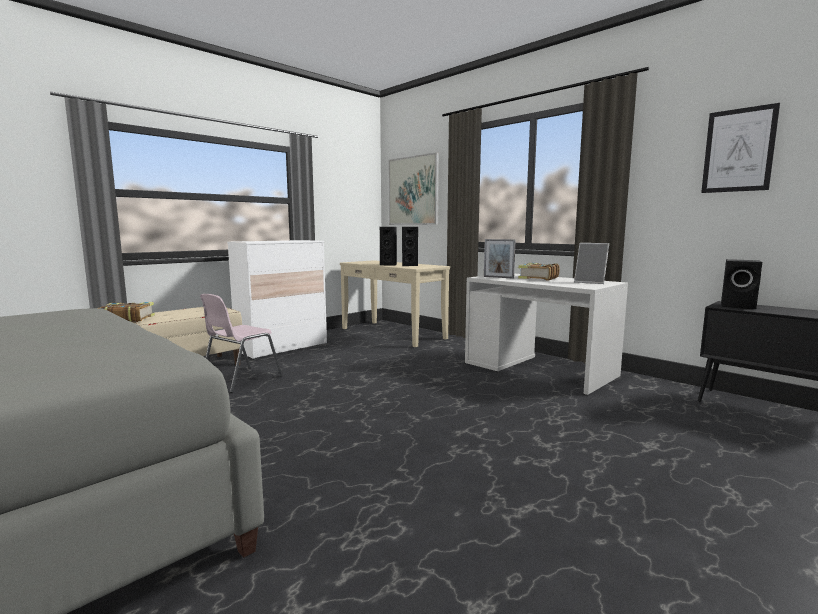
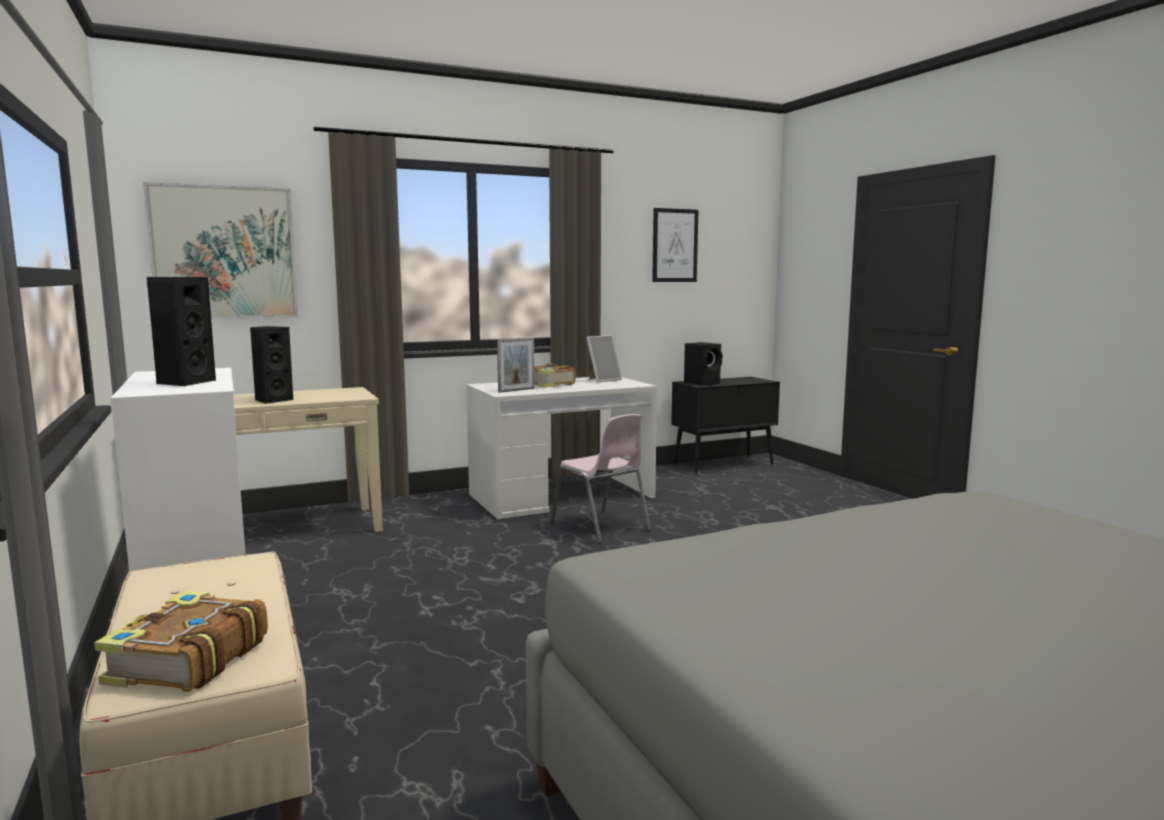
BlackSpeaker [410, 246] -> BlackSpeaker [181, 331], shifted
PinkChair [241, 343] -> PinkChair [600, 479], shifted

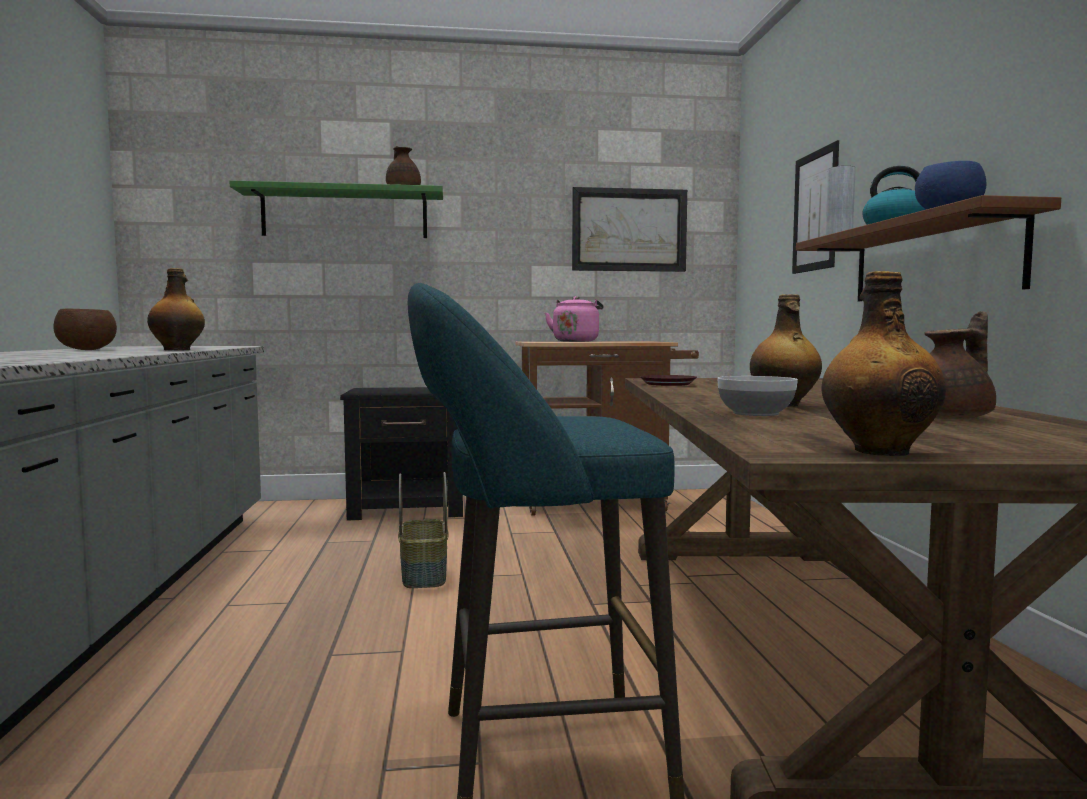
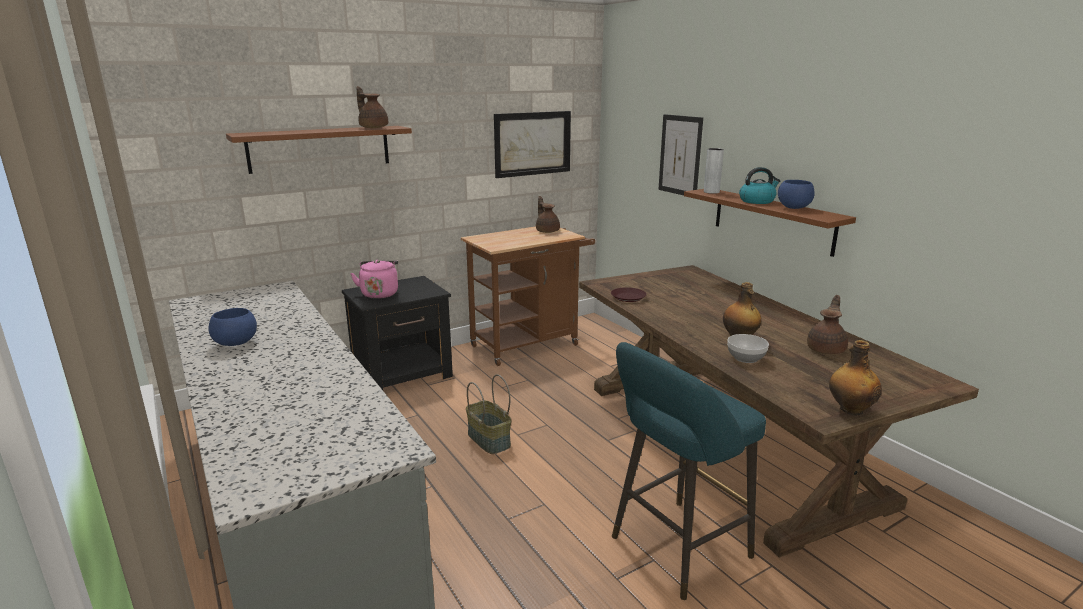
BrownBowl [85, 329] -> BlueBowl [232, 327]
GreenShelf [336, 209] -> BrownShelf [319, 150]
PinkKettle [574, 319] -> PinkKettle [374, 279], shifted
none -> BrownTeapot [548, 214]
Bottle [176, 309] -> none

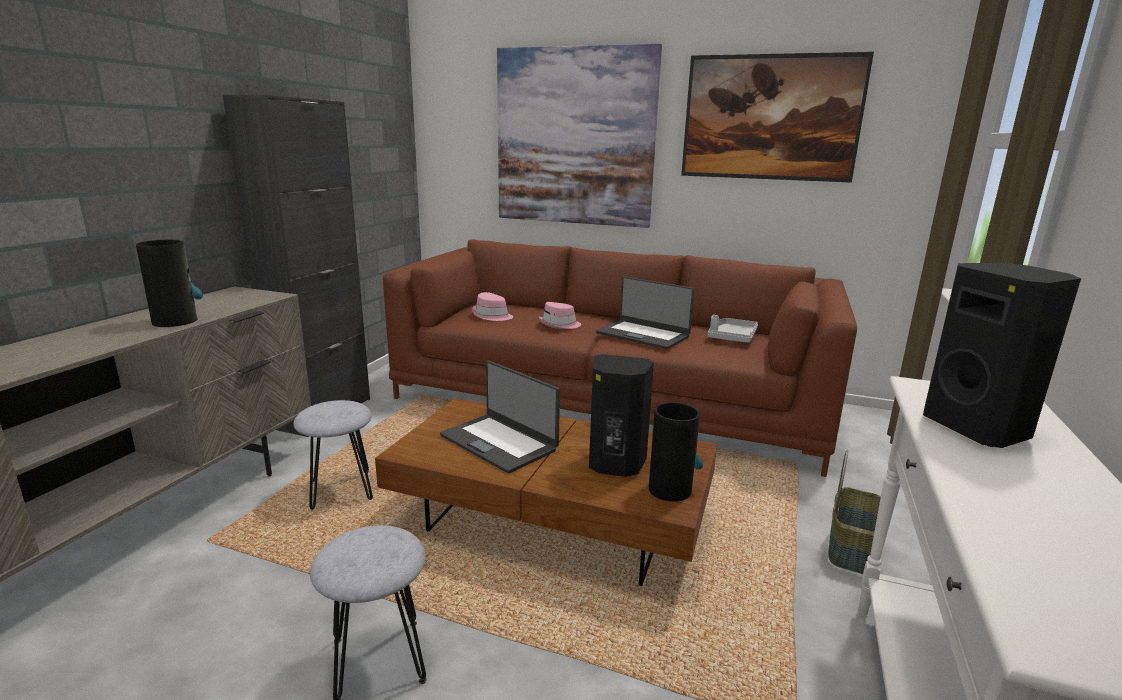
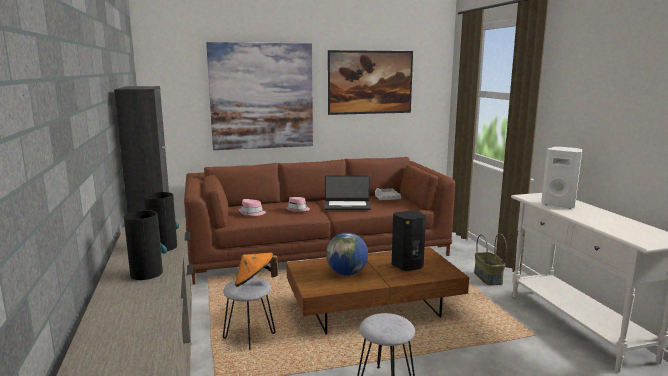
Vase [676, 452] -> Vase [145, 245], shifted
none -> OrangeHat [256, 270]
Laptop [500, 416] -> Globe [347, 254]
BlackSpeaker [1002, 355] -> WhiteSpeaker [561, 178]

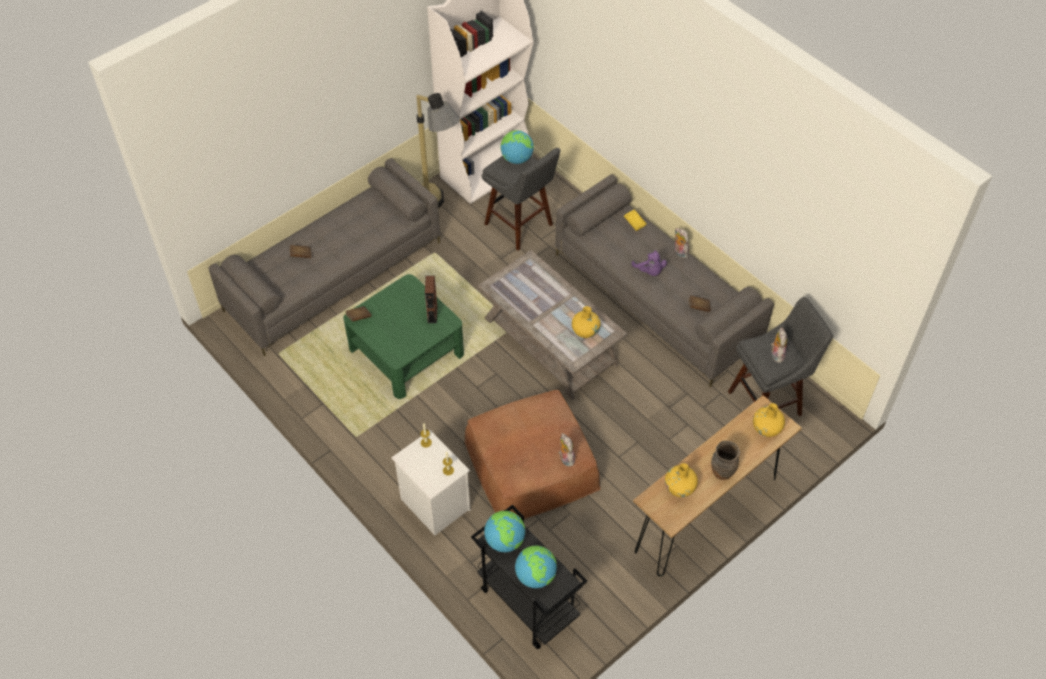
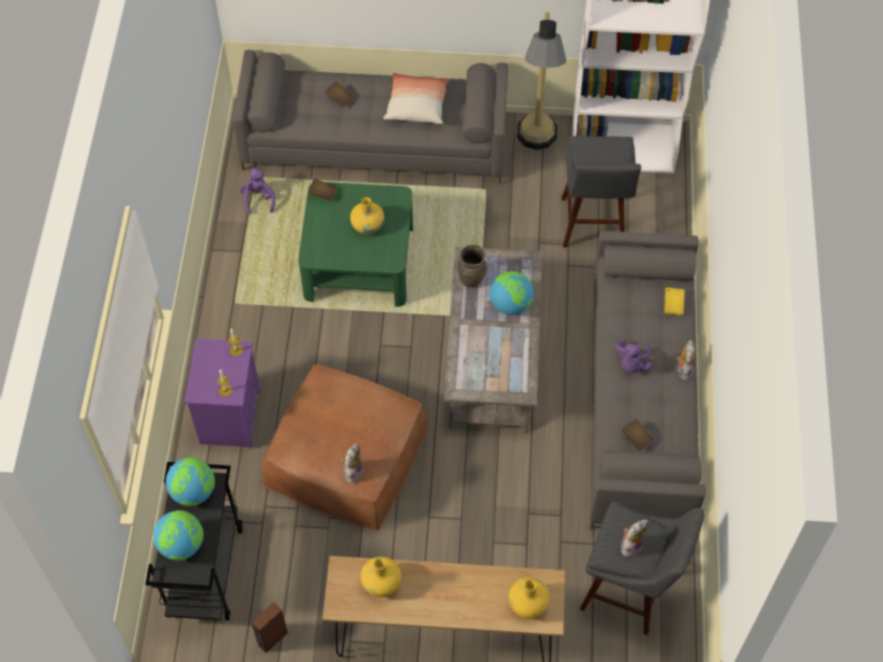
WhiteNightstand [430, 483] -> PurpleNightstand [222, 394]
none -> PurplePlushToy [257, 190]
BrownSpeaker [431, 299] -> BrownSpeaker [269, 628], shifted
YellowVase [586, 322] -> YellowVase [367, 216], shifted
none -> Pillow [416, 98]
BrownVase [725, 460] -> BrownVase [472, 266], shifted
Globe [517, 147] -> Globe [511, 293], shifted

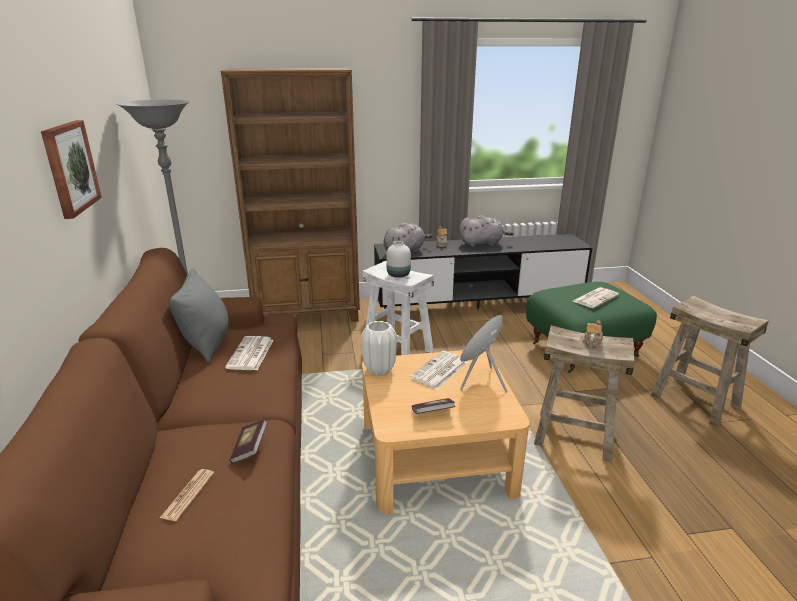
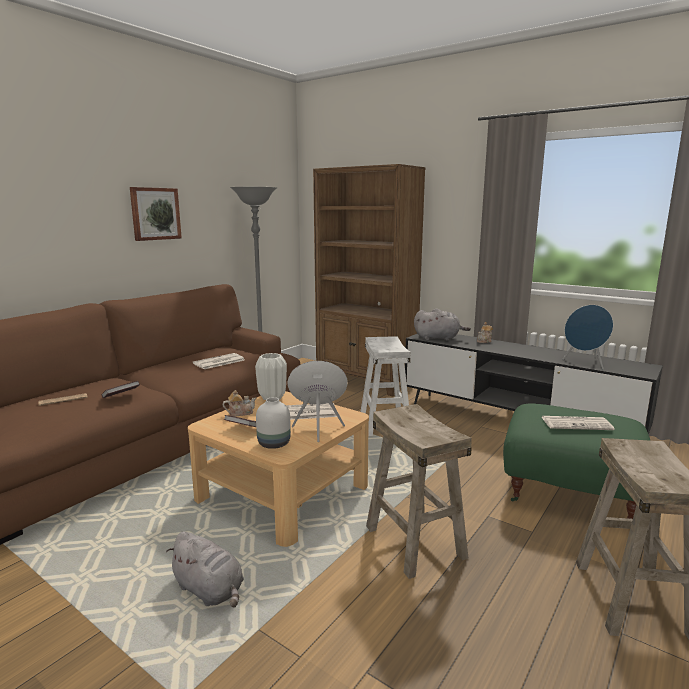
GreyPlushToy [486, 231] -> GreyPlushToy [205, 569], shifted
Teapot [592, 334] -> Teapot [239, 403], shifted
WhiteVase [398, 259] -> WhiteVase [273, 423], shifted
none -> BlueSpeaker [587, 337]
GreyPillow [199, 316] -> none

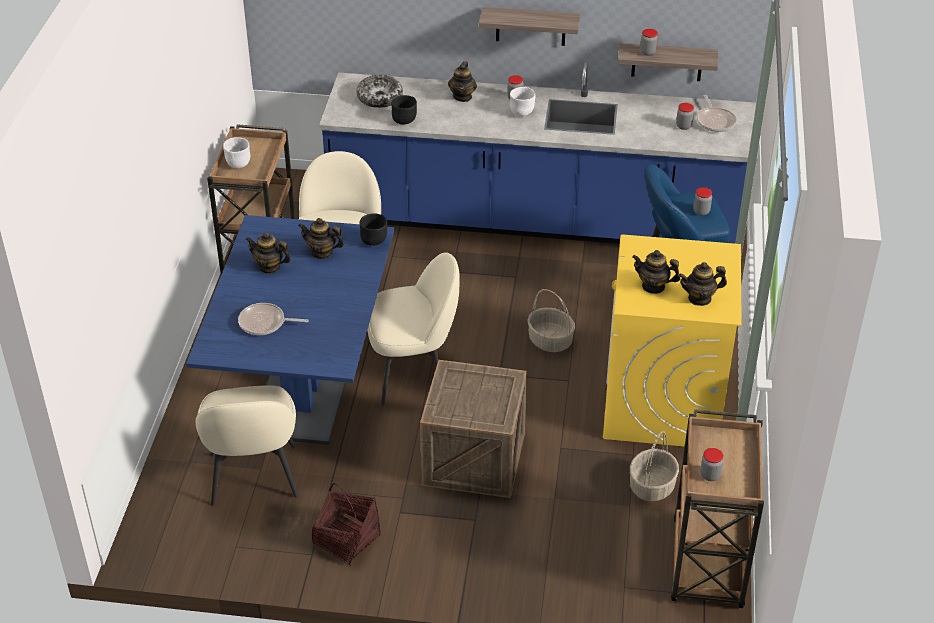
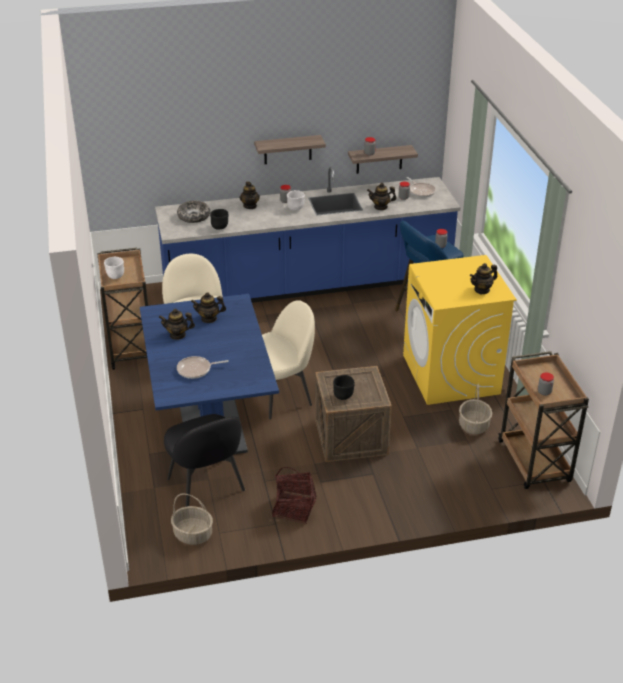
BeigeChair [247, 445] -> BlackChair [204, 460]
Basket [551, 320] -> Basket [192, 519], shifted
BlackBowl [373, 230] -> BlackBowl [344, 387], shifted
Teapot [656, 272] -> Teapot [381, 196], shifted

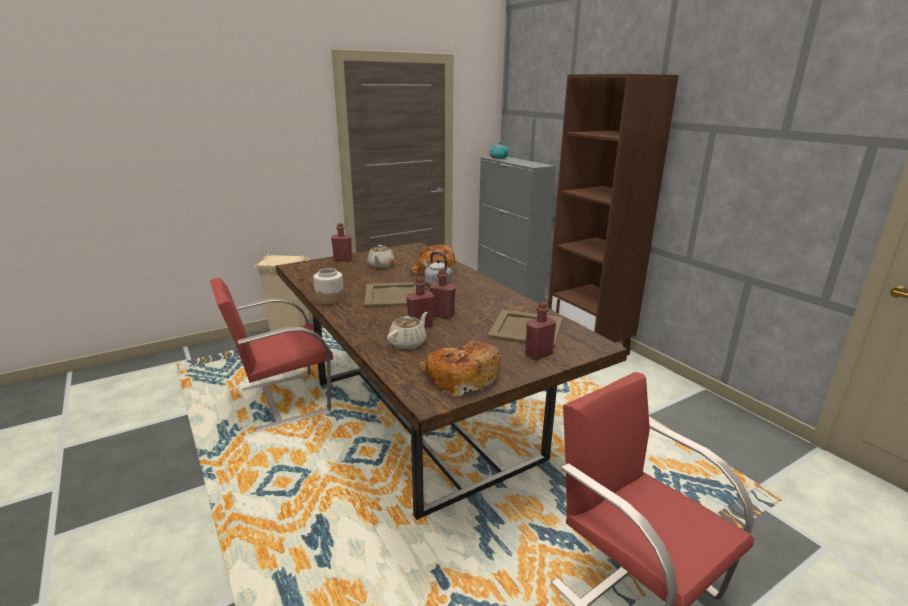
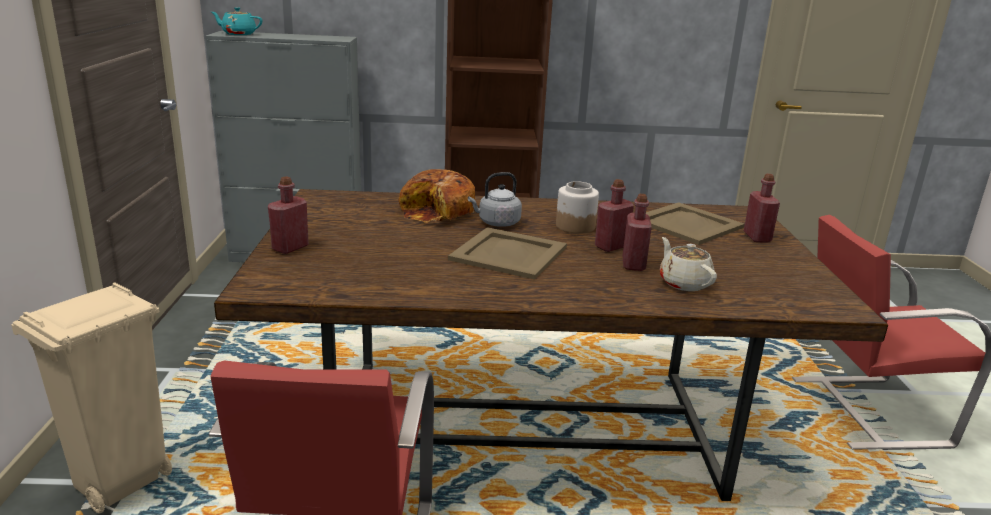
Jar [328, 286] -> Jar [577, 207], shifted
BeigeTeapot [381, 256] -> none
Bread [460, 368] -> none

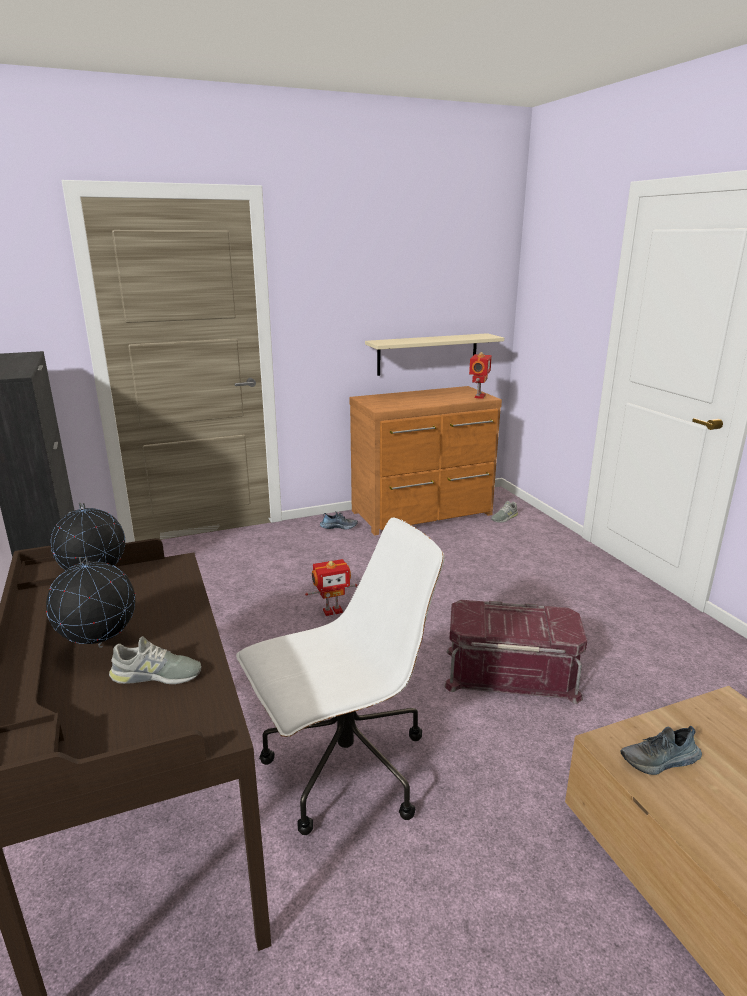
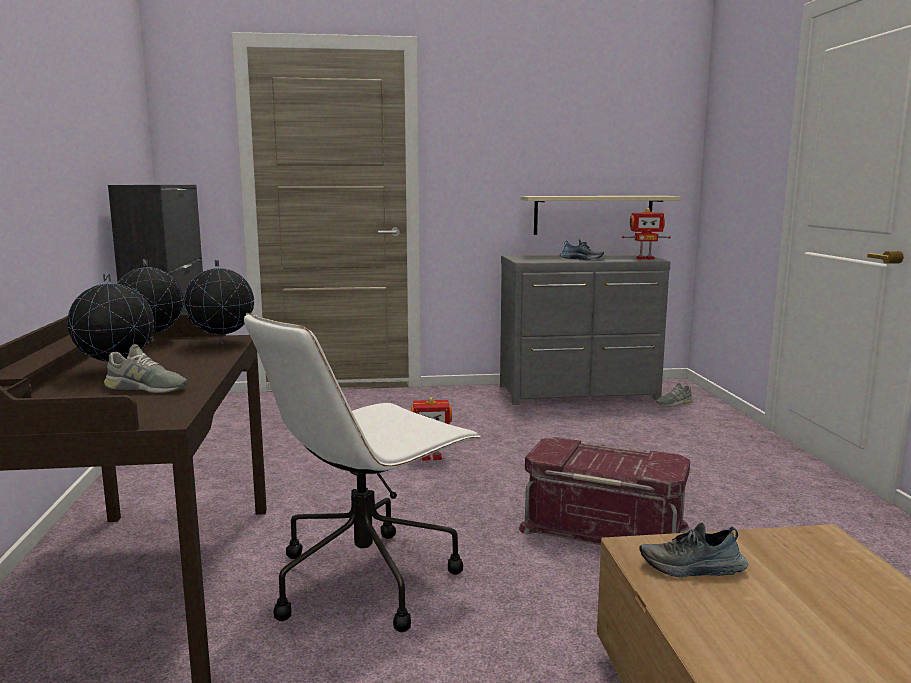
none -> Globe [219, 302]
WhiteOfficeChair [340, 676] -> WhiteOfficeChair [362, 472], 150 degrees clockwise
BrownDresser [426, 460] -> GreyDresser [585, 329]
Shoe [339, 521] -> Shoe [582, 249], shifted
ToyRobot [480, 375] -> ToyRobot [646, 233], 60 degrees clockwise

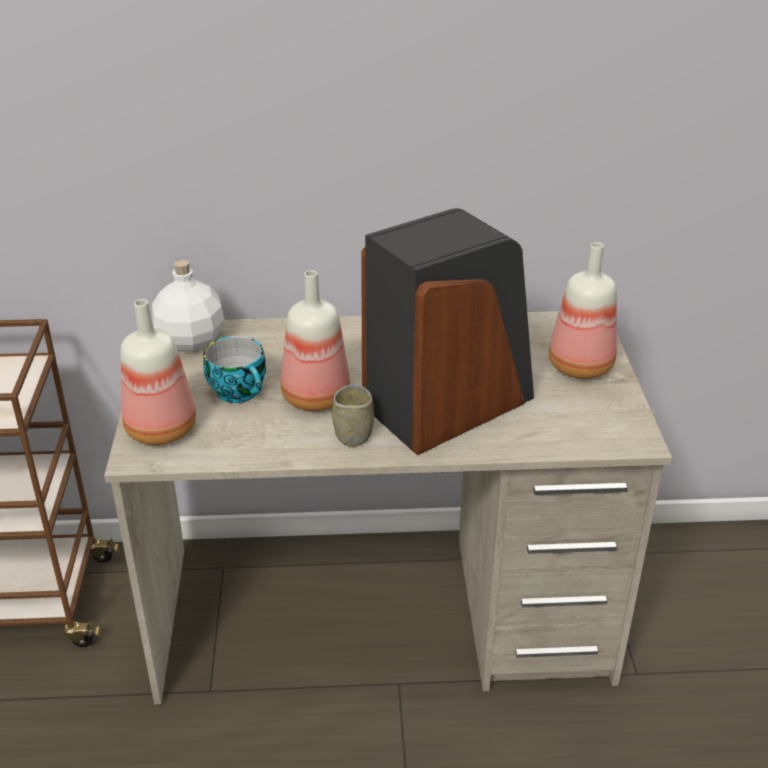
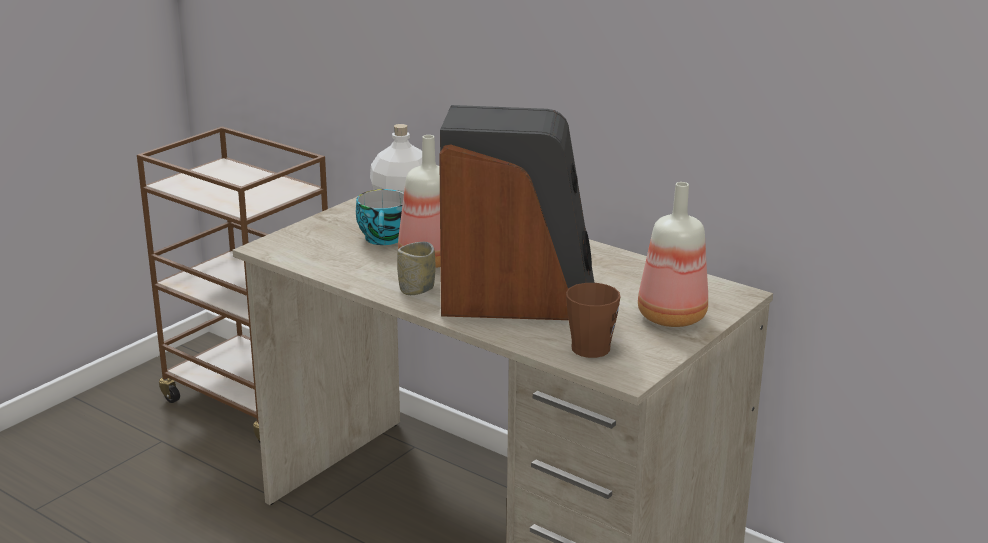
none -> BrownMug [593, 320]
Bottle [158, 372] -> none

